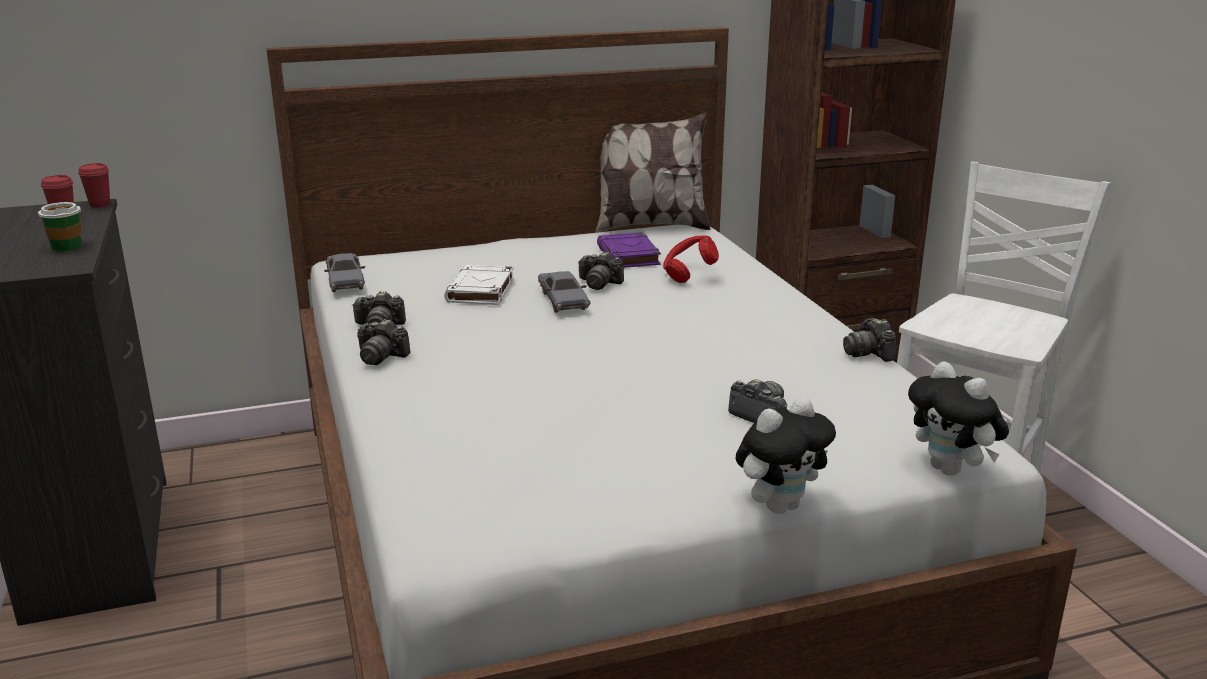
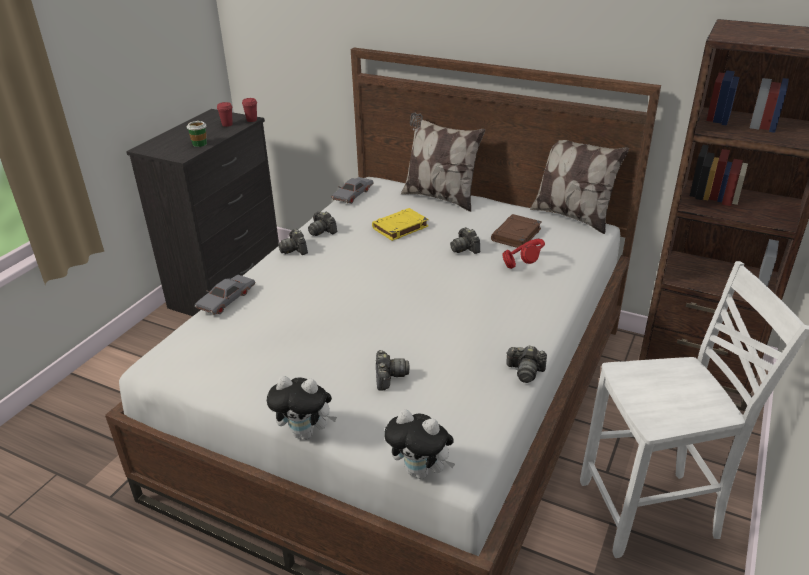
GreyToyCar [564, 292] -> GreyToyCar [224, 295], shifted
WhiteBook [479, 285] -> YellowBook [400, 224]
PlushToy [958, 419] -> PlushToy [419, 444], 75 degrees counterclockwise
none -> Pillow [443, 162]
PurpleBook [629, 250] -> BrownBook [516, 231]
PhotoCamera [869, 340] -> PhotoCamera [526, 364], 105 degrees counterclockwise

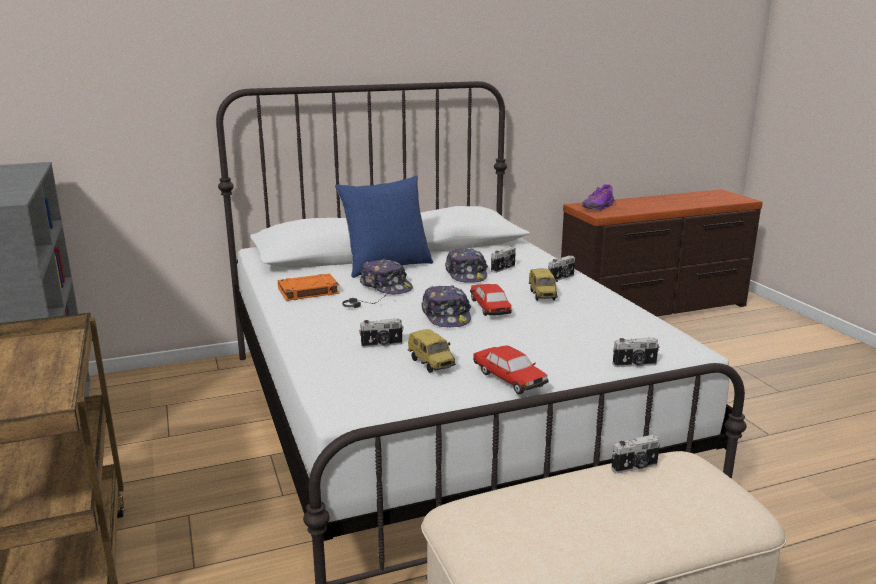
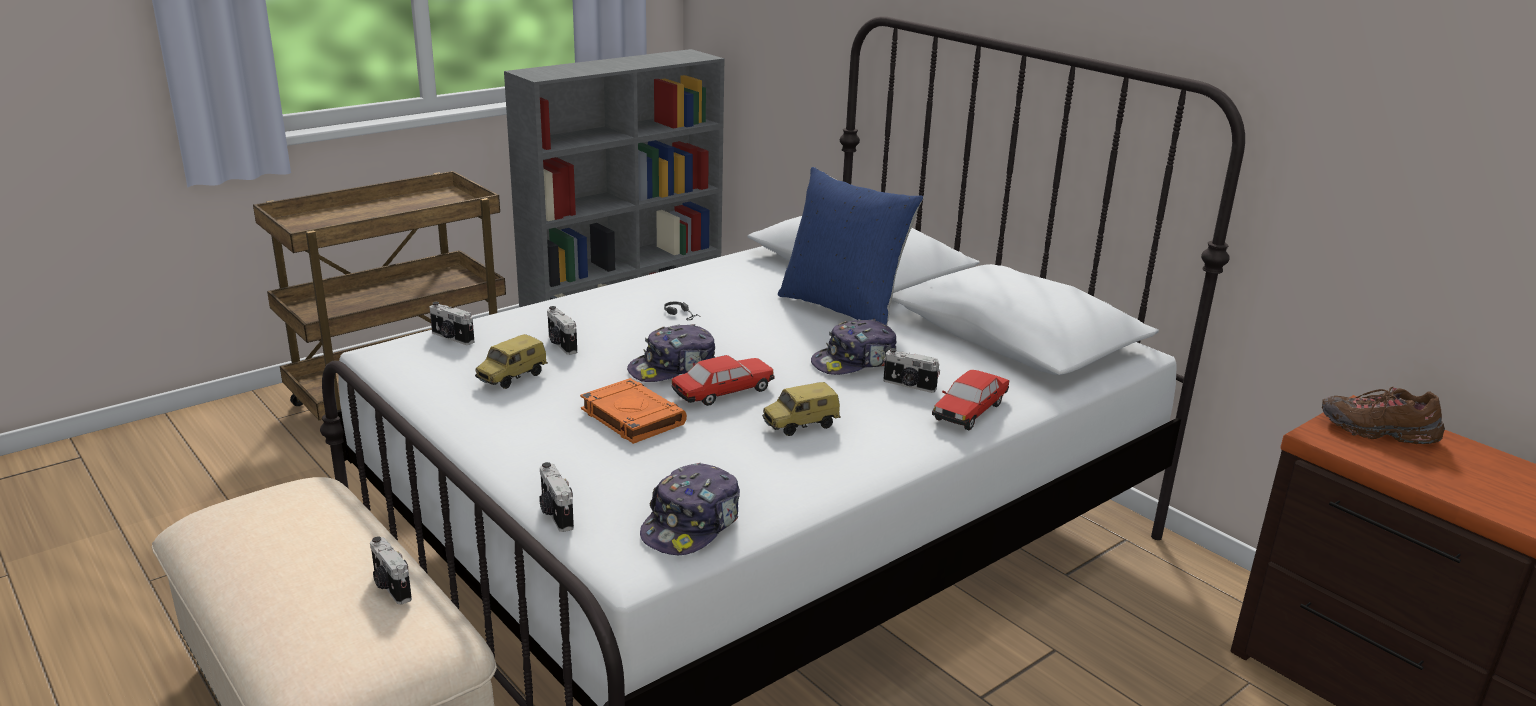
PhotoCamera [561, 268] -> PhotoCamera [451, 323], shifted
OrangeBook [309, 287] -> OrangeBook [633, 411], shifted
Cap [386, 276] -> Cap [690, 509], shifted
ToyCar [511, 370] -> ToyCar [970, 400], shifted
PurpleShoe [598, 197] -> BrownShoe [1383, 415]

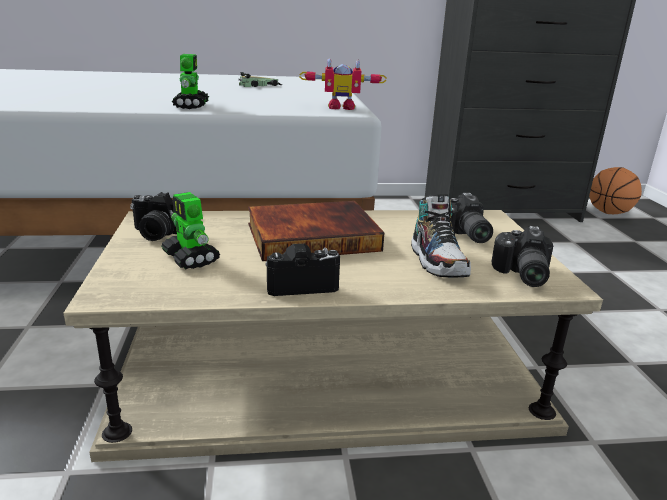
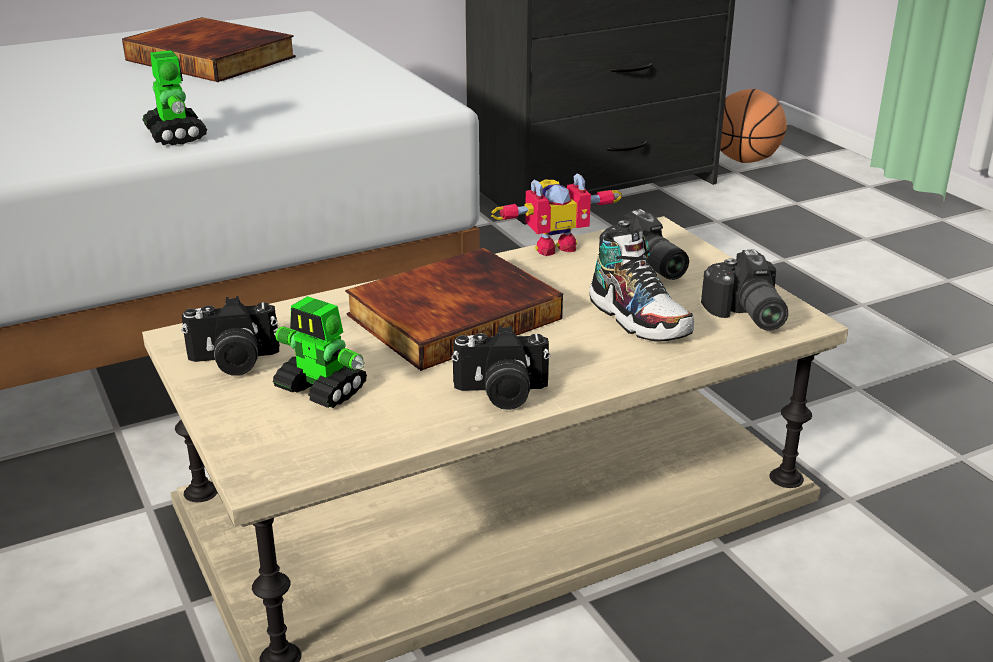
ToyCar [260, 79] -> Book [209, 49]
PhotoCamera [302, 270] -> PhotoCamera [501, 368], 150 degrees counterclockwise
ToyRobot [343, 84] -> ToyRobot [556, 215], shifted

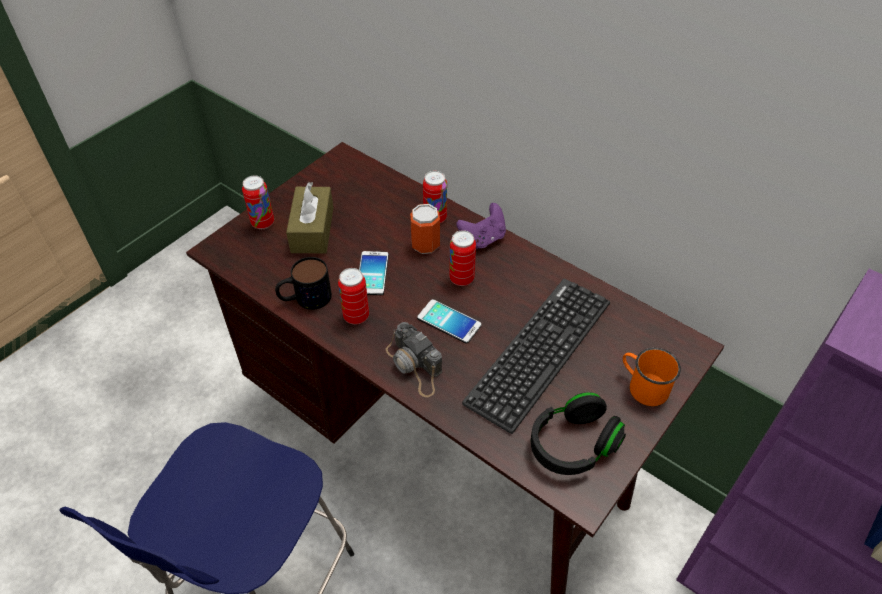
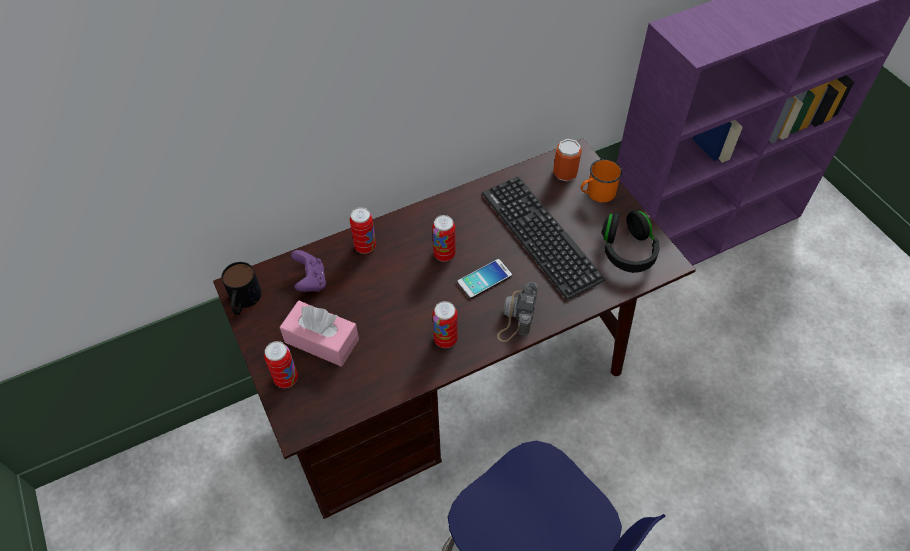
Mug [303, 283] -> Mug [242, 288], shifted
BrownTissueBox [309, 217] -> PinkTissueBox [319, 334]
PurpleGameController [481, 226] -> PurpleGameController [308, 271], shifted
PhotoCamera [414, 359] -> PhotoCamera [517, 312], 120 degrees clockwise
Can [425, 229] -> Can [567, 160], shifted
Phone [374, 273] -> none

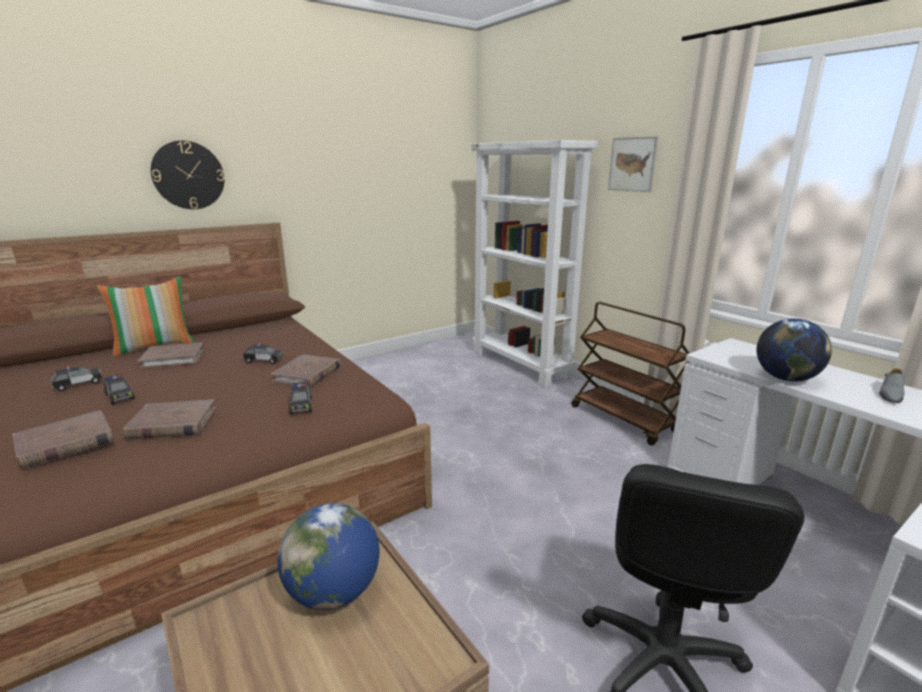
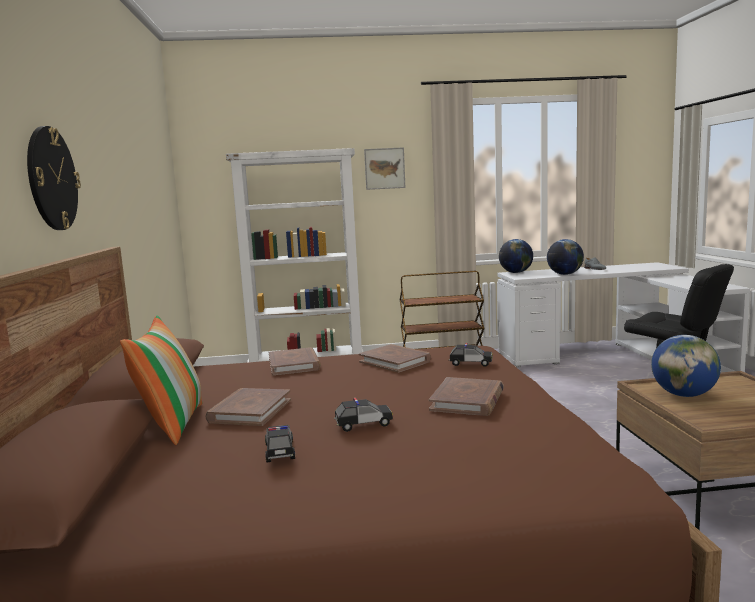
BrownBook [63, 439] -> BrownBook [294, 361], shifted
none -> Globe [516, 256]
ToyCar [263, 353] -> none

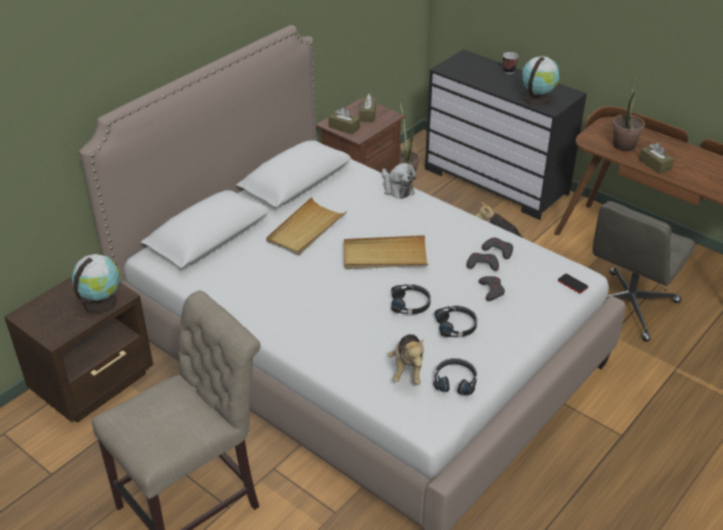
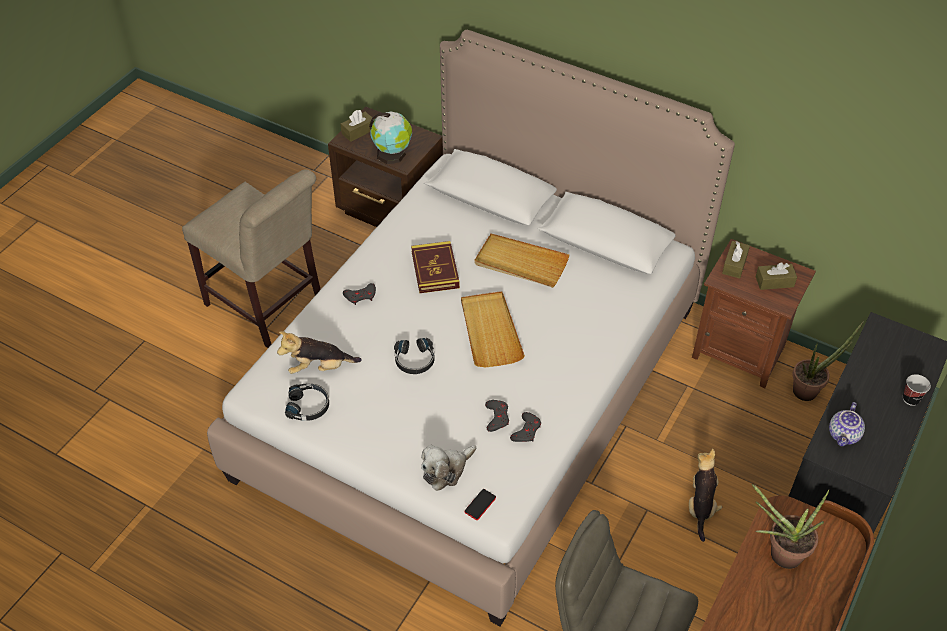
BrownTissueBox [656, 158] -> BrownTissueBox [358, 126], shifted
GreyGameController [492, 288] -> GreyGameController [359, 294], shifted
none -> Book [435, 267]
PlushToy [399, 181] -> PlushToy [448, 468], shifted
Globe [541, 81] -> Teapot [847, 424]
BlackHeadphones [455, 321] -> none

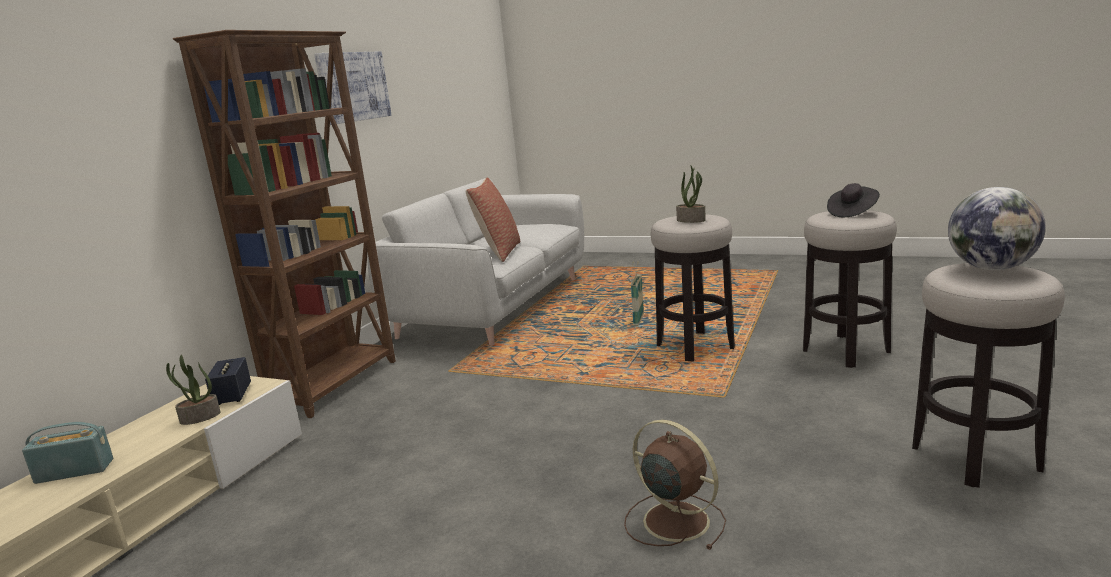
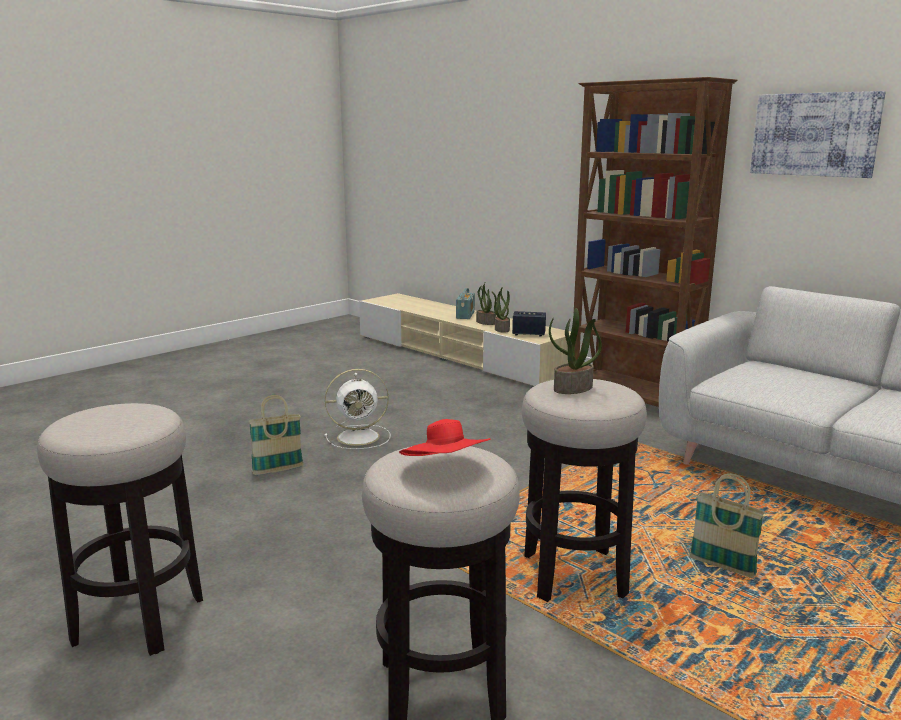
BrownFan [675, 485] -> Basket [276, 435]
none -> WhiteFan [357, 409]
BlackHat [853, 200] -> RedHat [444, 437]
none -> PottedPlant [486, 304]
Pillow [493, 219] -> none
Globe [997, 228] -> none

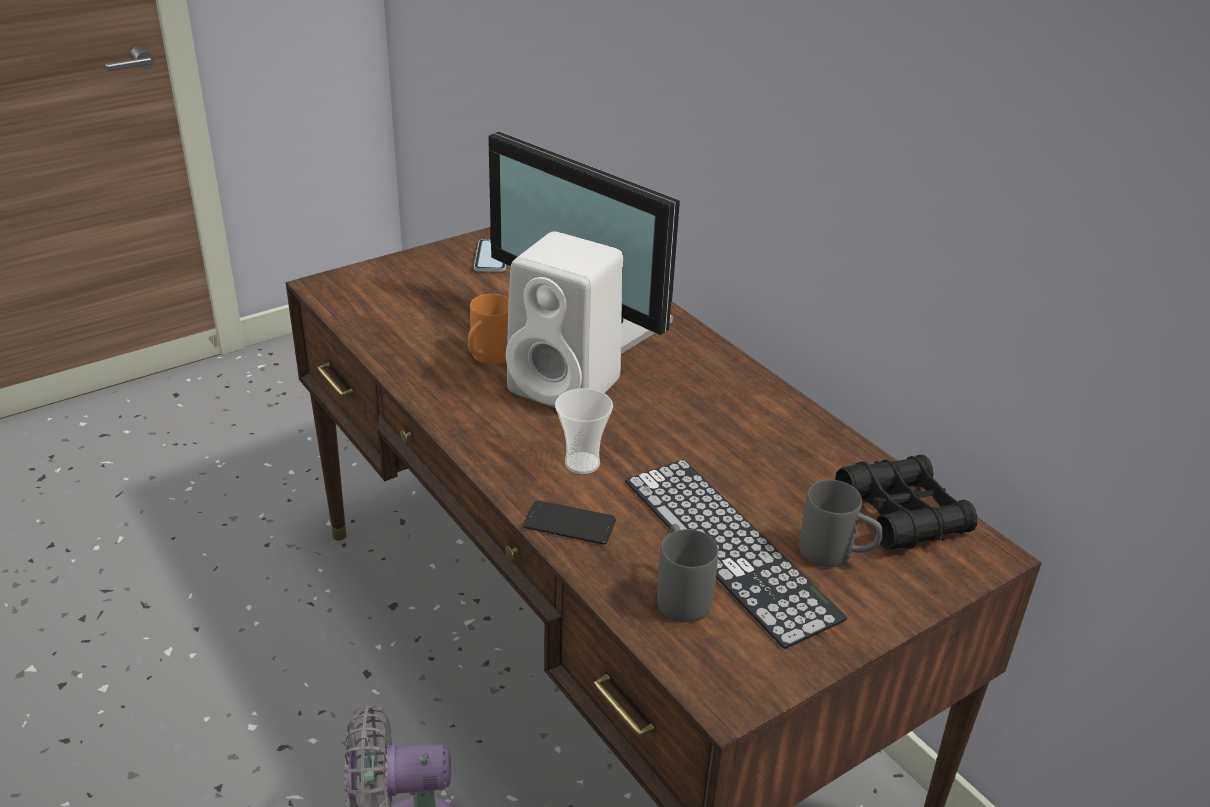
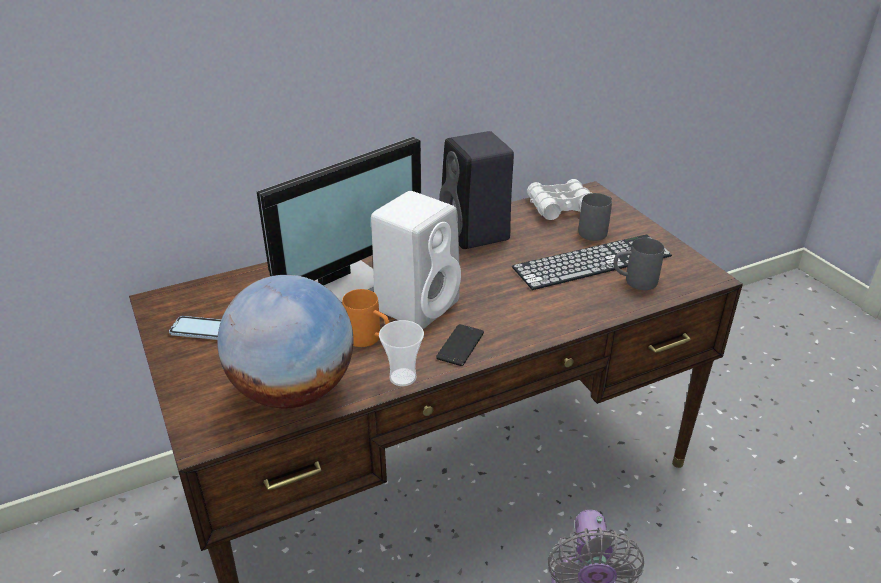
none -> Globe [285, 341]
Cup [584, 431] -> Cup [401, 353], shifted
Phone [569, 522] -> Phone [460, 345], shifted
none -> BlackSpeaker [476, 190]
BlackBinoculars [906, 502] -> WhiteBinoculars [559, 199]

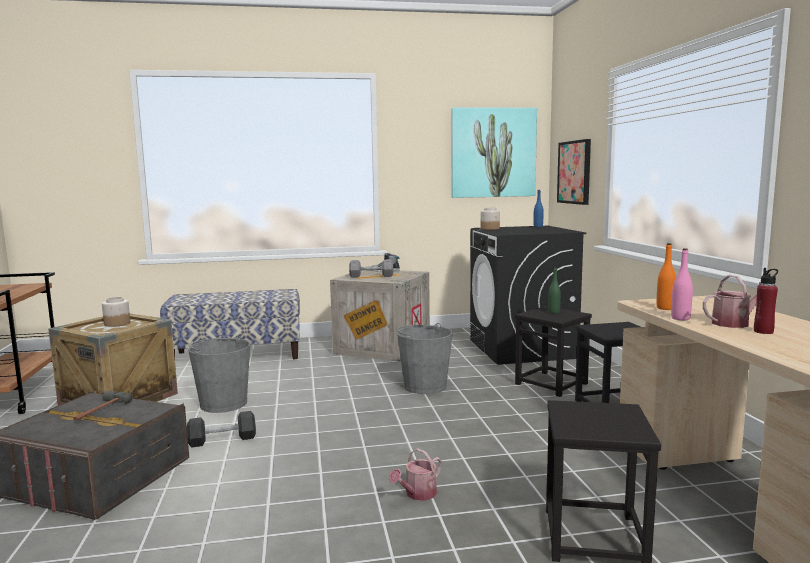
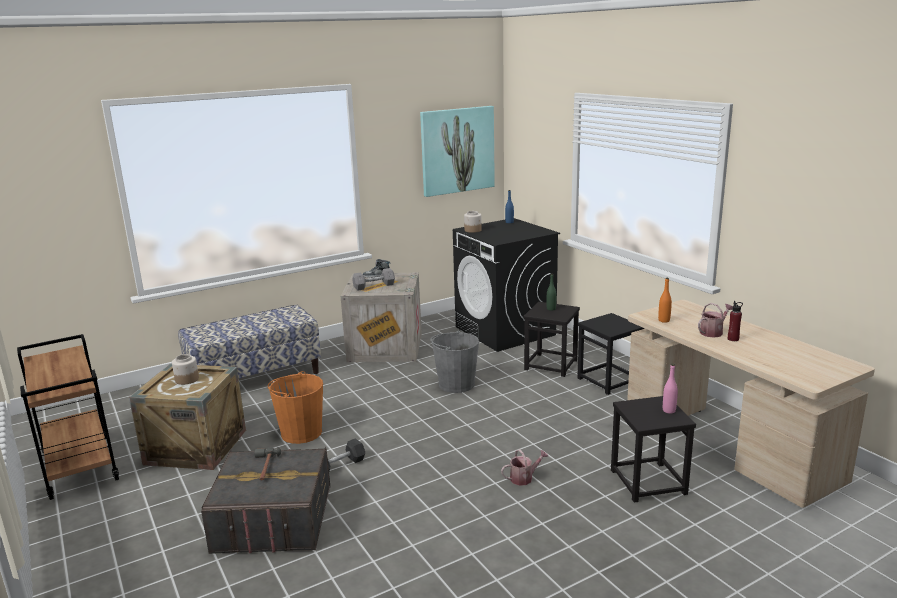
GreyBucket [219, 374] -> OrangeBucket [295, 407]
WateringCan [415, 474] -> WateringCan [524, 467], 135 degrees counterclockwise
PinkBottle [682, 284] -> PinkBottle [670, 388], shifted
Picture [574, 172] -> none

